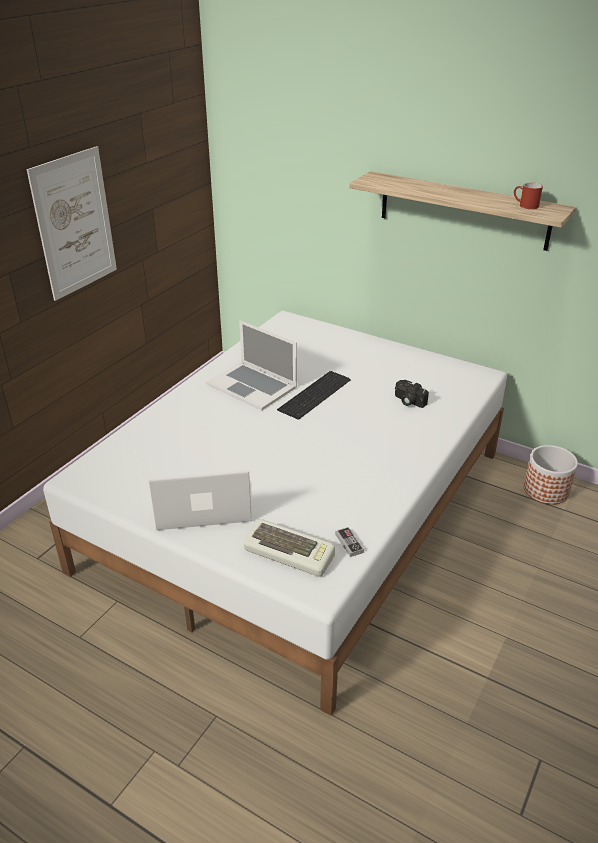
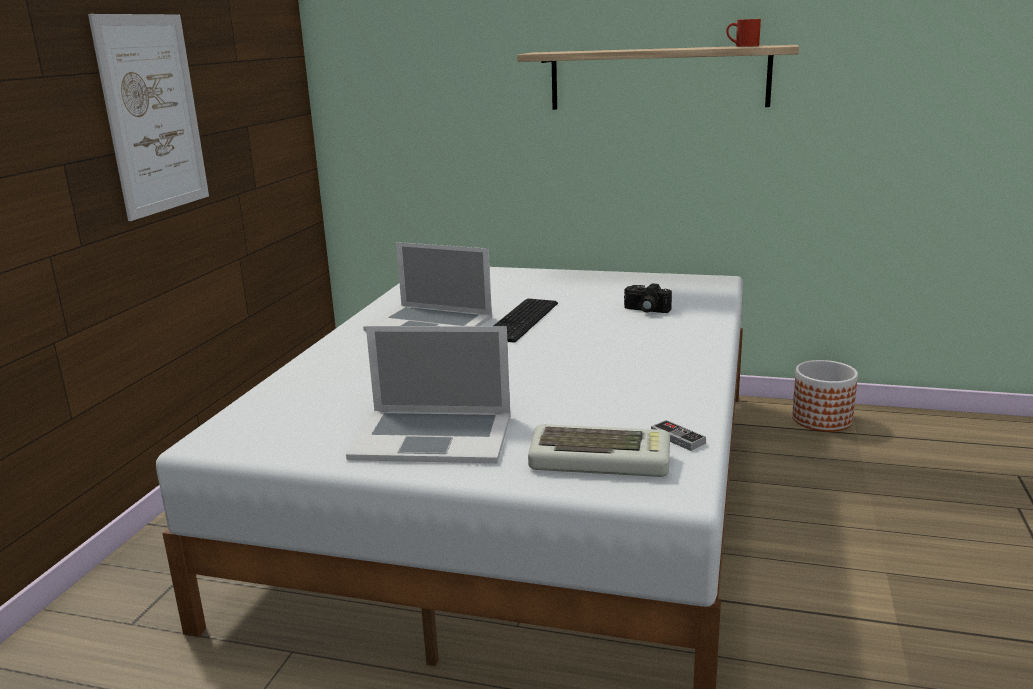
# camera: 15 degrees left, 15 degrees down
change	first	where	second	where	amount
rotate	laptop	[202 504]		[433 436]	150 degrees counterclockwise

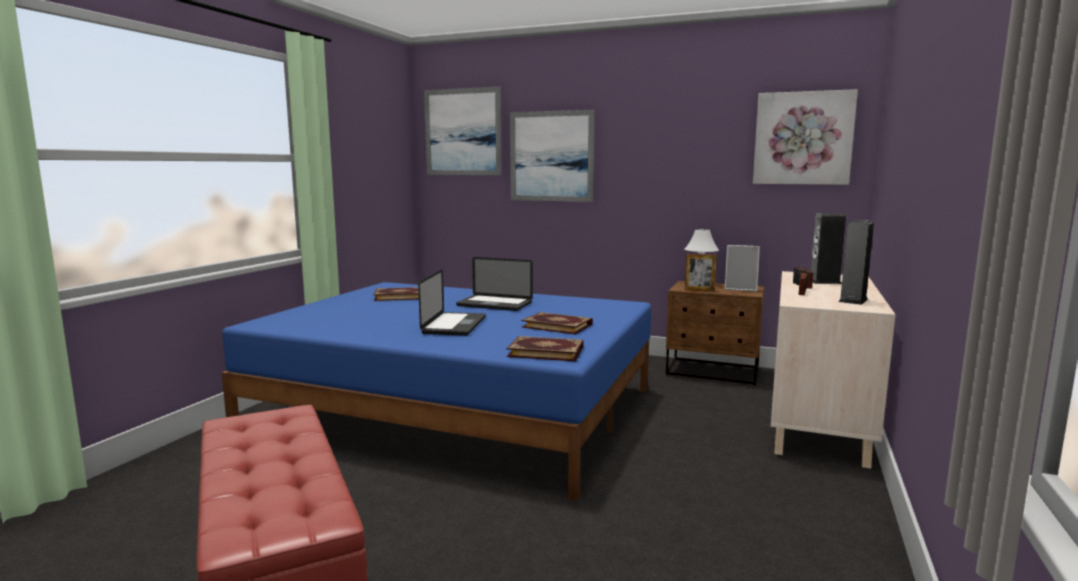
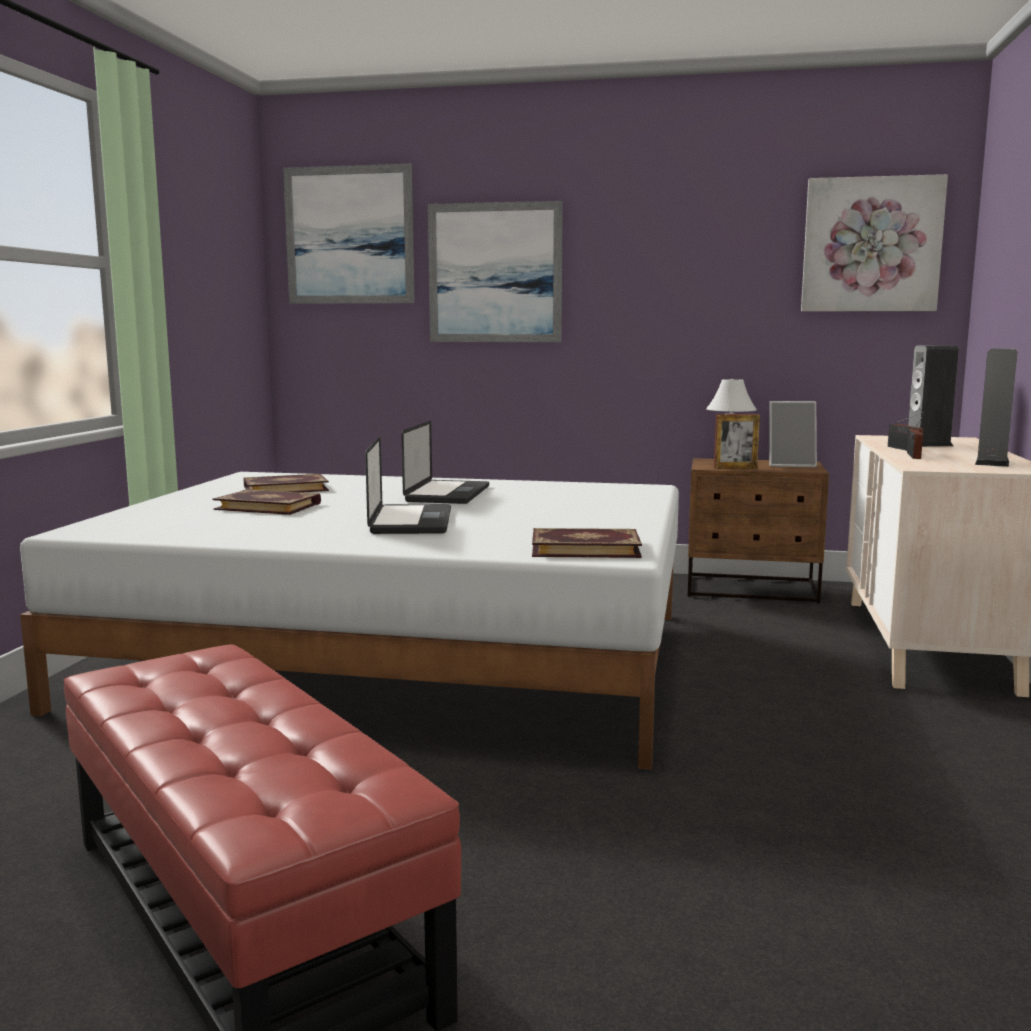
# camera: 10 degrees left, 0 degrees up
change	first	where	second	where	amount
rotate	laptop	[494 304]		[447 494]	90 degrees counterclockwise
recolor	blue bed	[456 408]	white bed	[398 658]	
move	book	[557 325]		[268 506]	

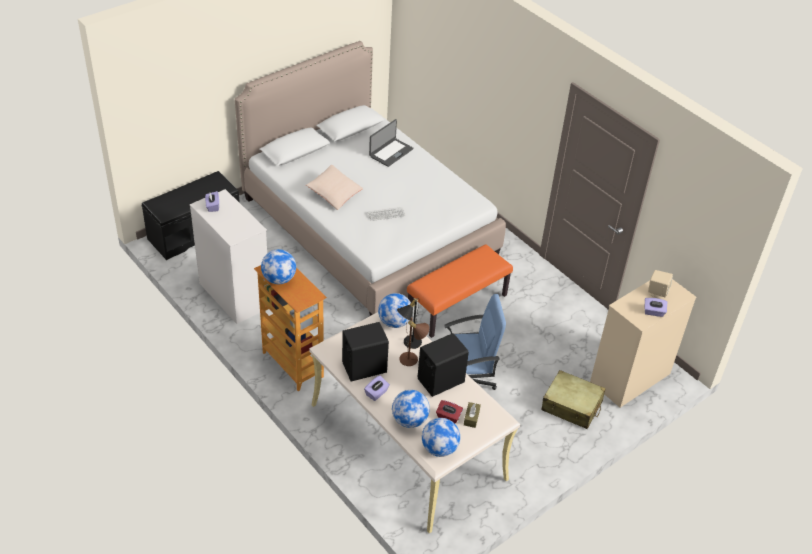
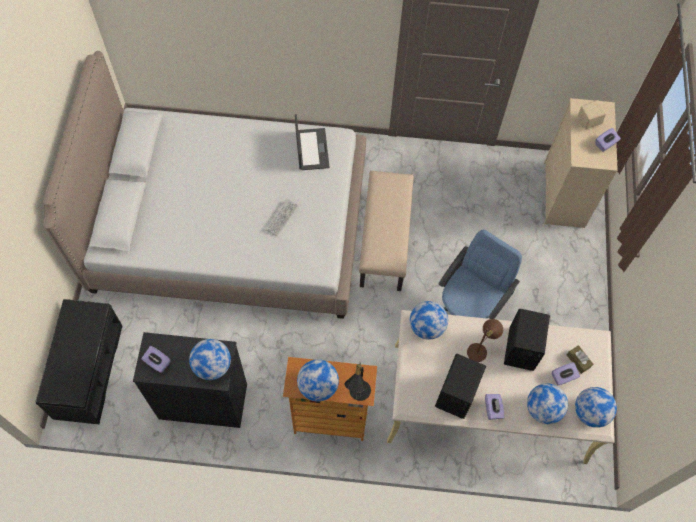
# camera: 45 degrees left, 20 degrees up
change	first	where	second	where	amount
move	laptop	[390 152]		[311 149]	
delete	beige pillow	[334 193]			
recolor	white dresser	[234 294]	black dresser	[202 401]	
recolor	orange bench	[457 305]	beige bench	[384 241]	
move	black table lamp	[408 342]		[357 394]	
delete	beige suitcase	[571 406]			
recolor	red tissue box	[448 417]	purple tissue box	[563 377]	
insert			globe	[212 366]	

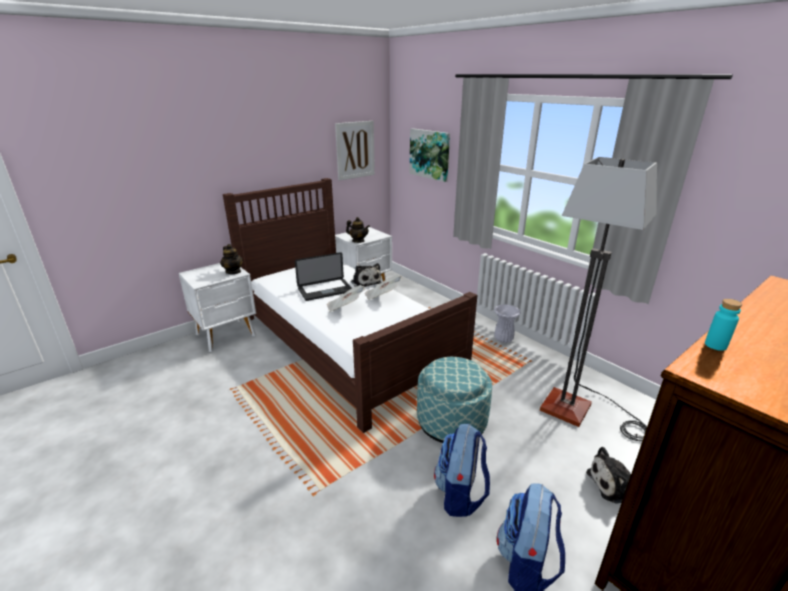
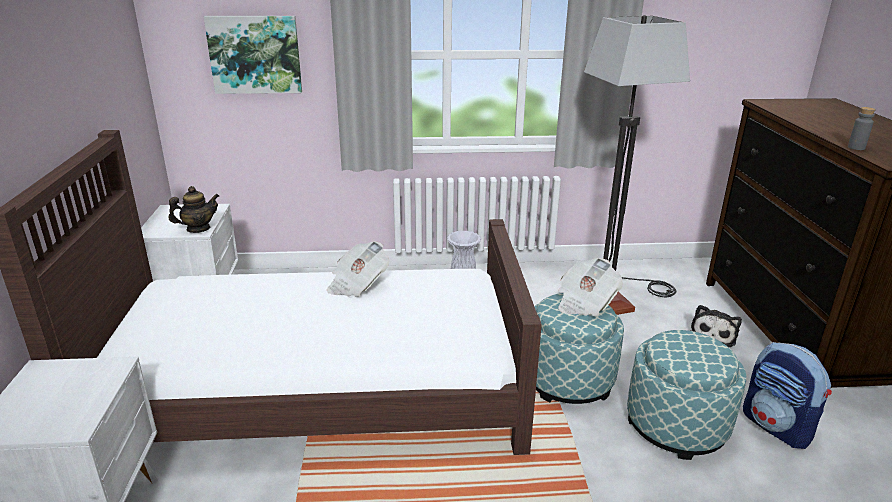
# camera: 55 degrees left, 0 degrees up
change	first	where	second	where	amount
delete	picture	[355 150]			
delete	teapot	[233 271]			
delete	laptop	[325 290]			
delete	plush toy	[365 282]			
move	newspaper	[345 307]		[585 302]	
recolor	turquoise bottle	[715 345]	grey bottle	[856 147]	
replace	backpack	[460 494]	ottoman	[676 425]	

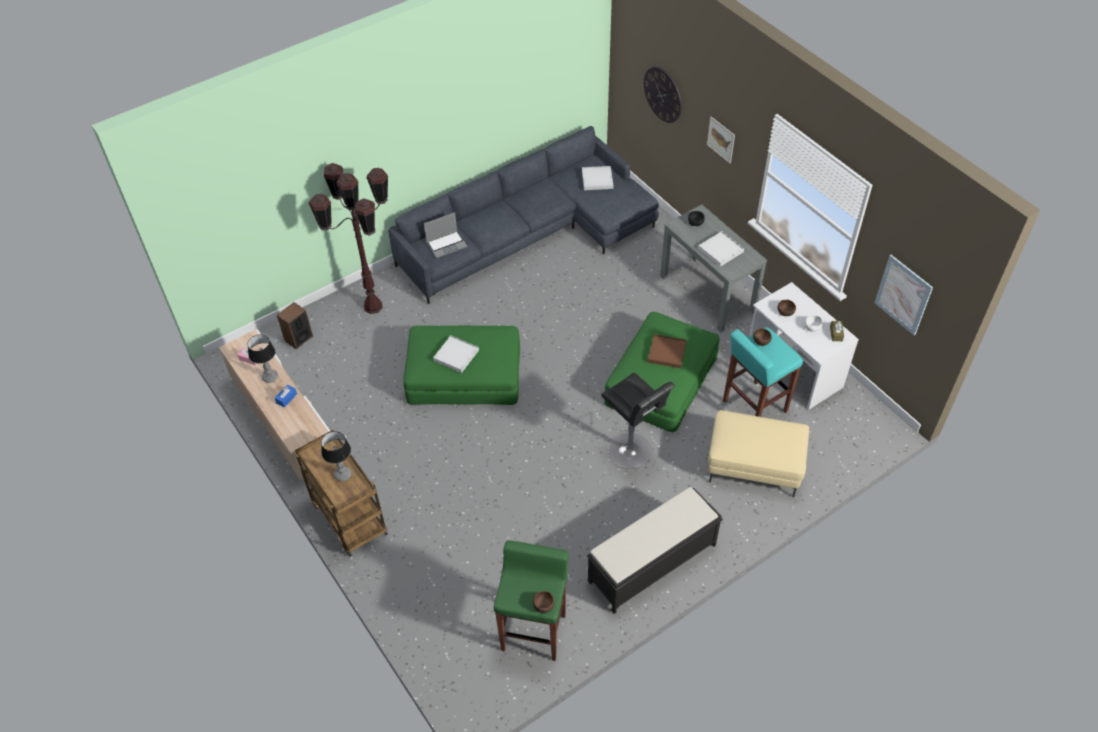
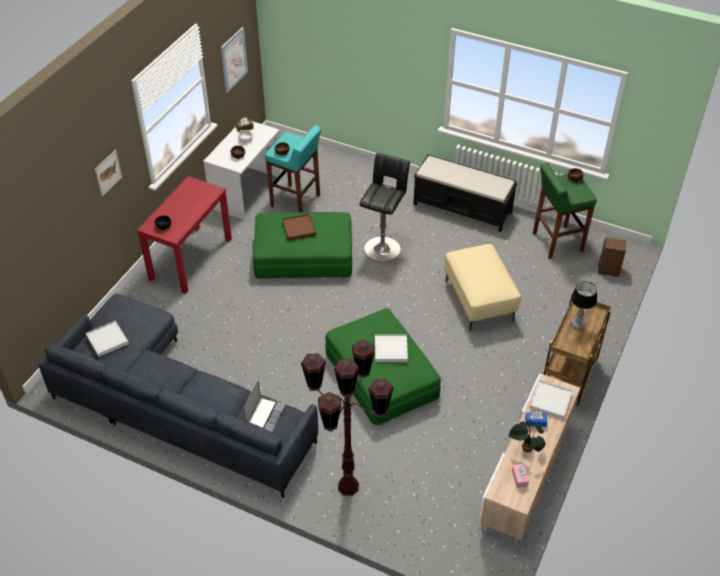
# camera: 120 degrees left, 5 degrees down
change	first	where	second	where	amount
delete	wall clock	[663 94]			
recolor	grey console table	[708 293]	red console table	[191 258]	
rotate	laptop	[447 244]		[265 415]	75 degrees clockwise
move	white tray	[720 250]		[550 401]	
move	speaker	[298 338]		[608 270]	
replace	table lamp	[270 377]	potted plant	[525 448]	
move	beige ottoman	[753 467]		[479 301]	

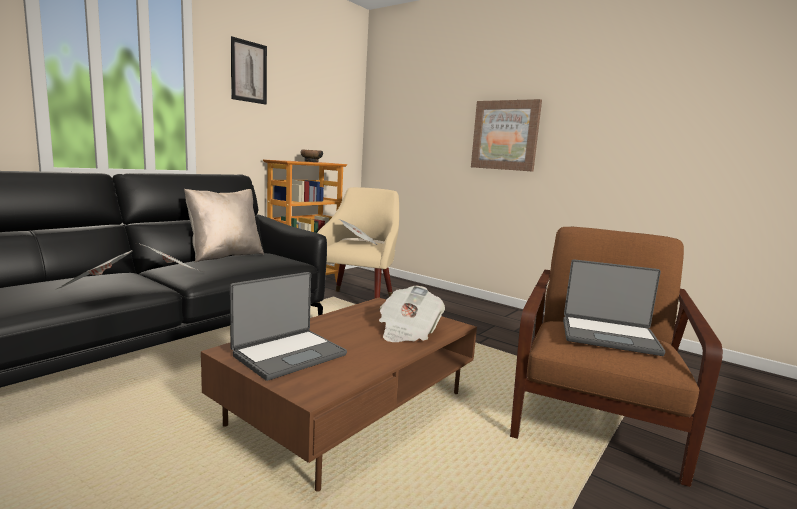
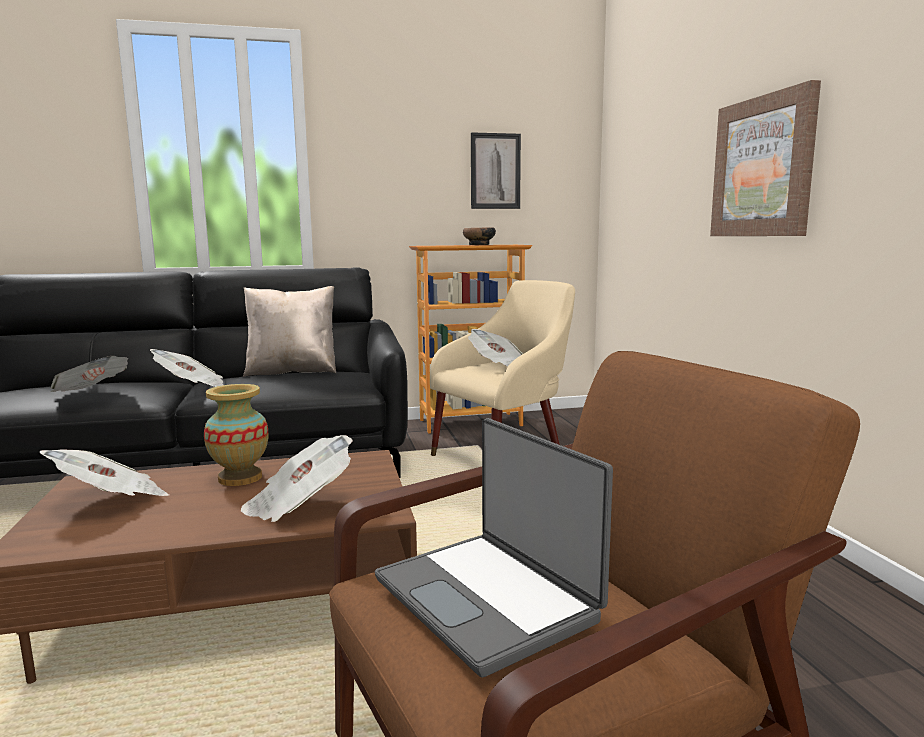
# camera: 40 degrees right, 0 degrees up
change	first	where	second	where	amount
move	picture	[249 72]		[495 171]	
replace	laptop	[288 354]	newspaper	[112 500]	
insert			vase	[240 478]	

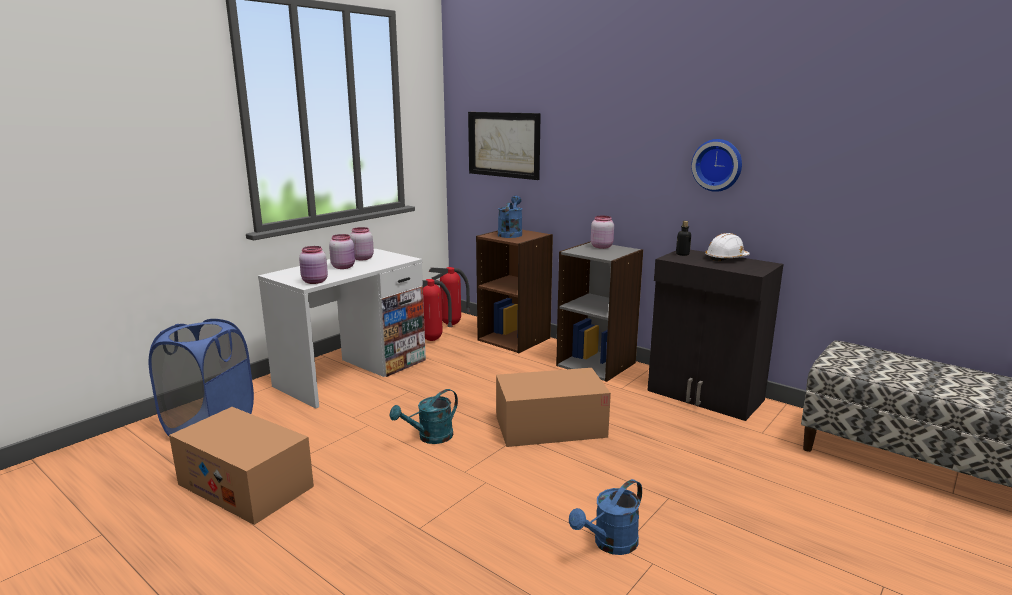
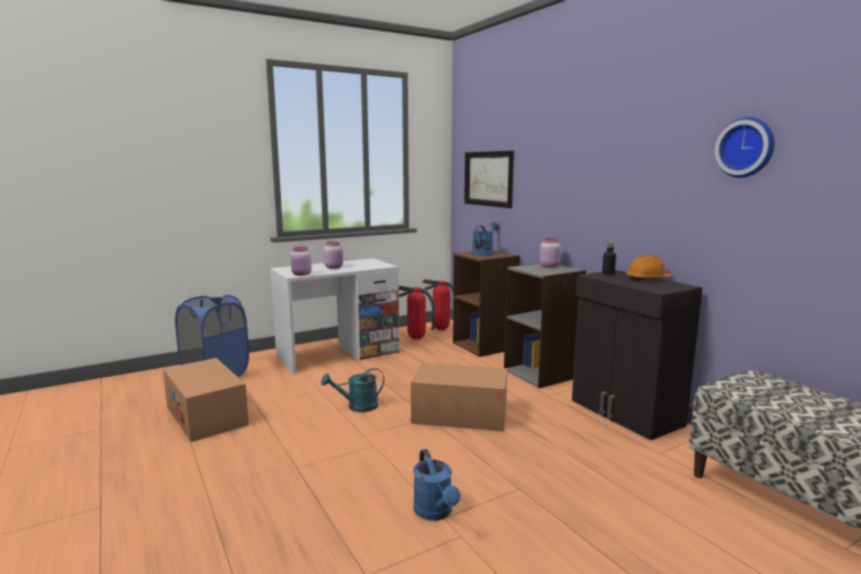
# camera: 20 degrees right, 5 degrees down
change	first	where	second	where	amount
move	wall clock	[718 165]		[746 147]	
delete	pink jar	[361 258]			
recolor	white hard hat	[726 258]	orange hard hat	[647 279]	
rotate	blue watering can	[610 544]		[435 513]	90 degrees counterclockwise

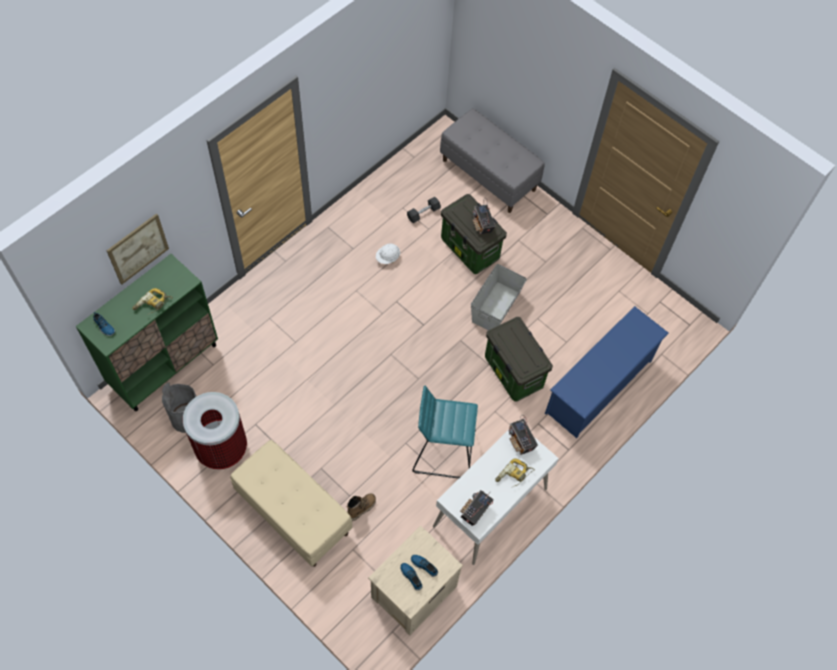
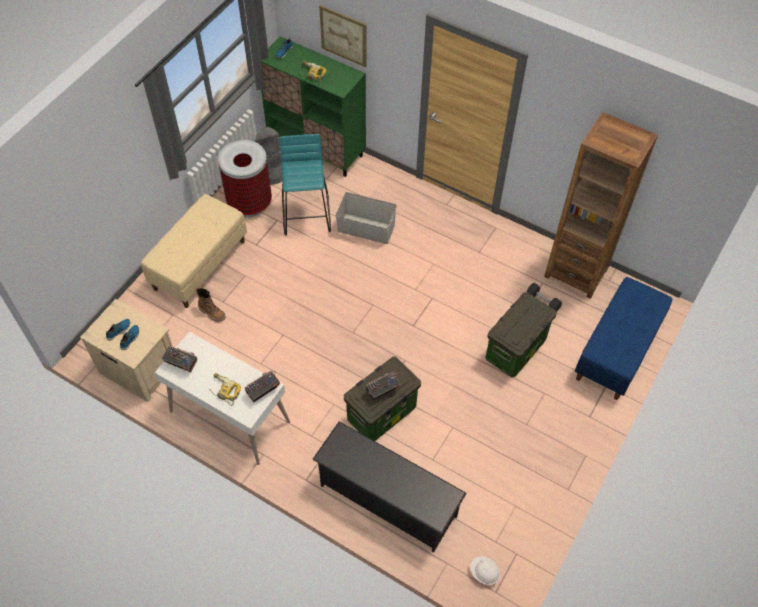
# camera: 80 degrees right, 5 degrees down
change	first	where	second	where	amount
recolor	grey bench	[489 175]	blue bench	[617 352]	
move	radio	[482 225]		[381 391]	
move	white hard hat	[388 258]		[484 573]	
move	grey storage box	[496 307]		[366 229]	
recolor	blue shoe rack	[599 386]	black shoe rack	[387 500]	
move	turquoise stool	[443 450]		[307 214]	
insert			brown bookcase	[576 272]	

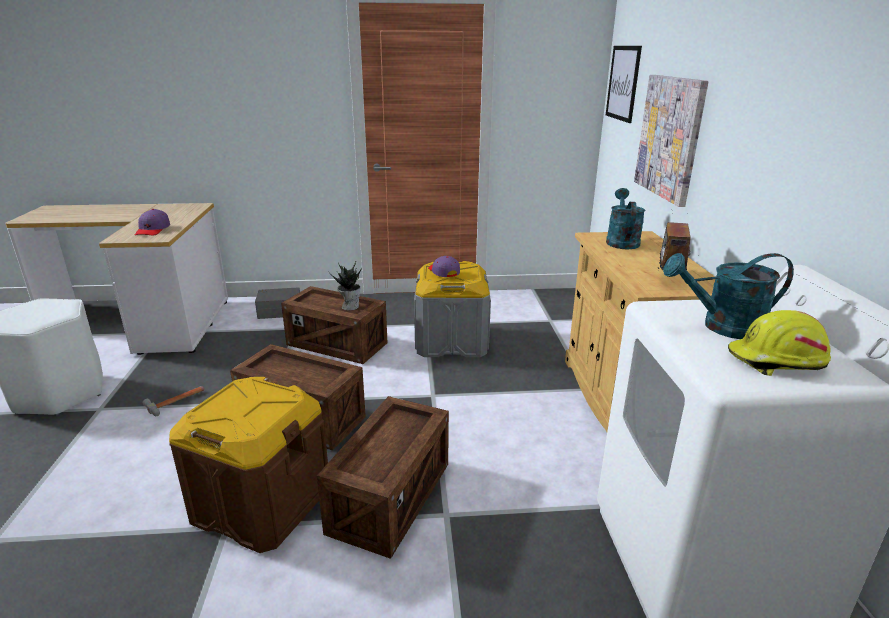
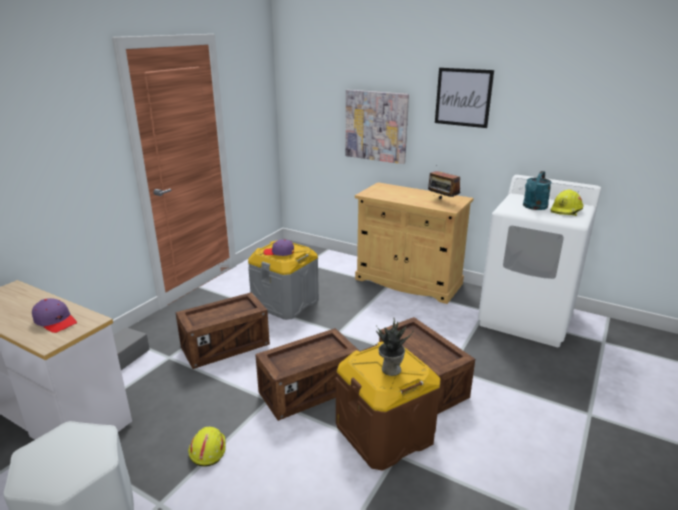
# camera: 55 degrees left, 0 degrees up
change	first	where	second	where	amount
move	picture	[623 83]		[463 97]	
delete	turquoise watering can	[621 241]			
move	potted plant	[350 306]		[390 369]	
replace	hammer	[177 401]	yellow hard hat	[207 450]	

